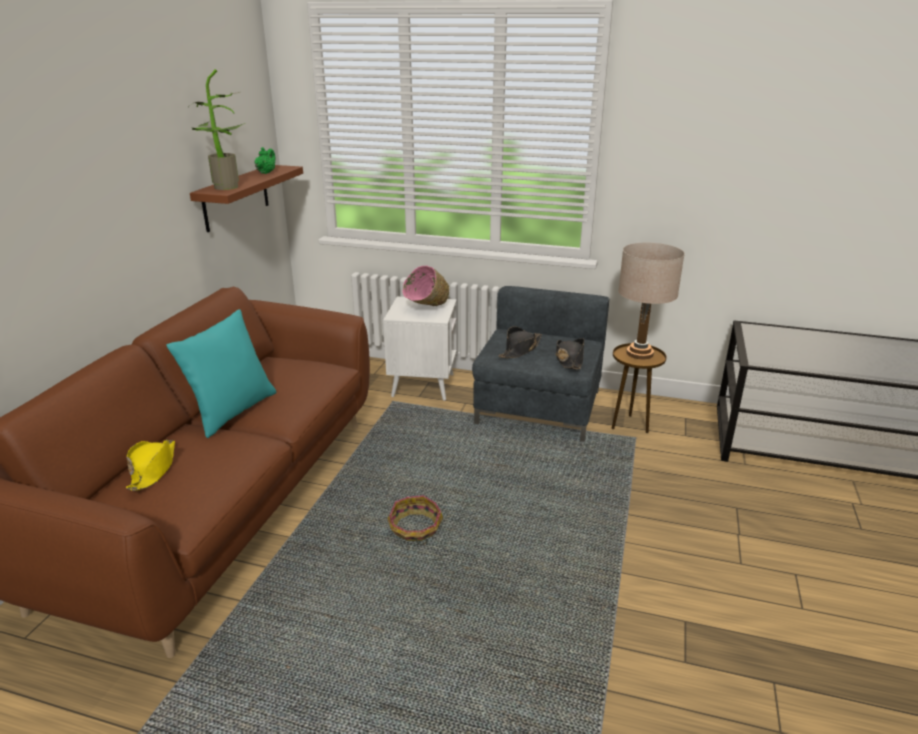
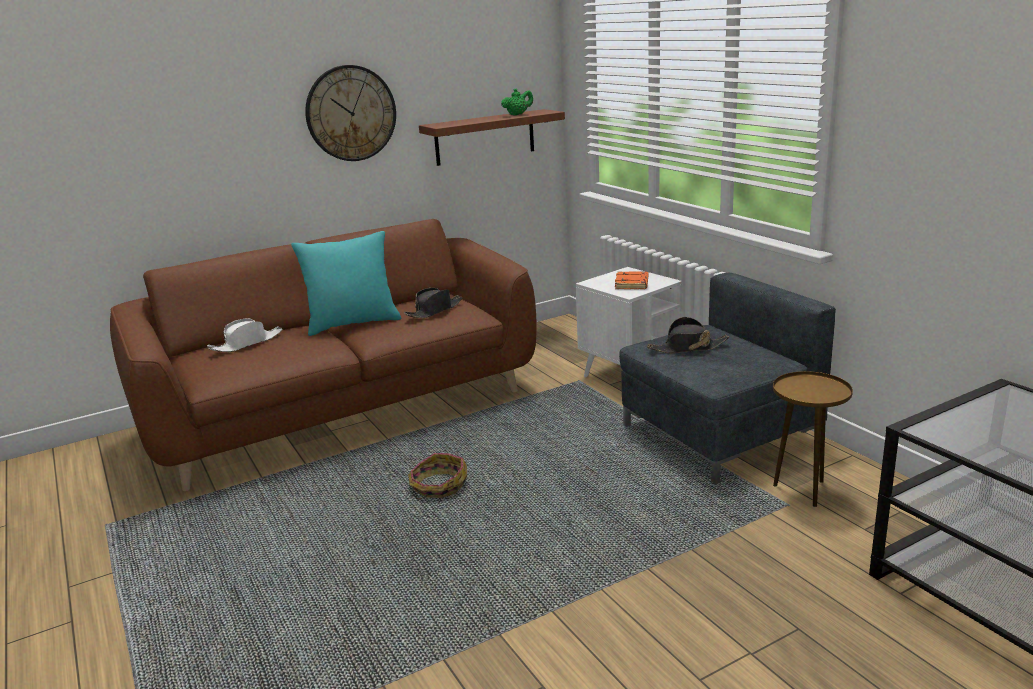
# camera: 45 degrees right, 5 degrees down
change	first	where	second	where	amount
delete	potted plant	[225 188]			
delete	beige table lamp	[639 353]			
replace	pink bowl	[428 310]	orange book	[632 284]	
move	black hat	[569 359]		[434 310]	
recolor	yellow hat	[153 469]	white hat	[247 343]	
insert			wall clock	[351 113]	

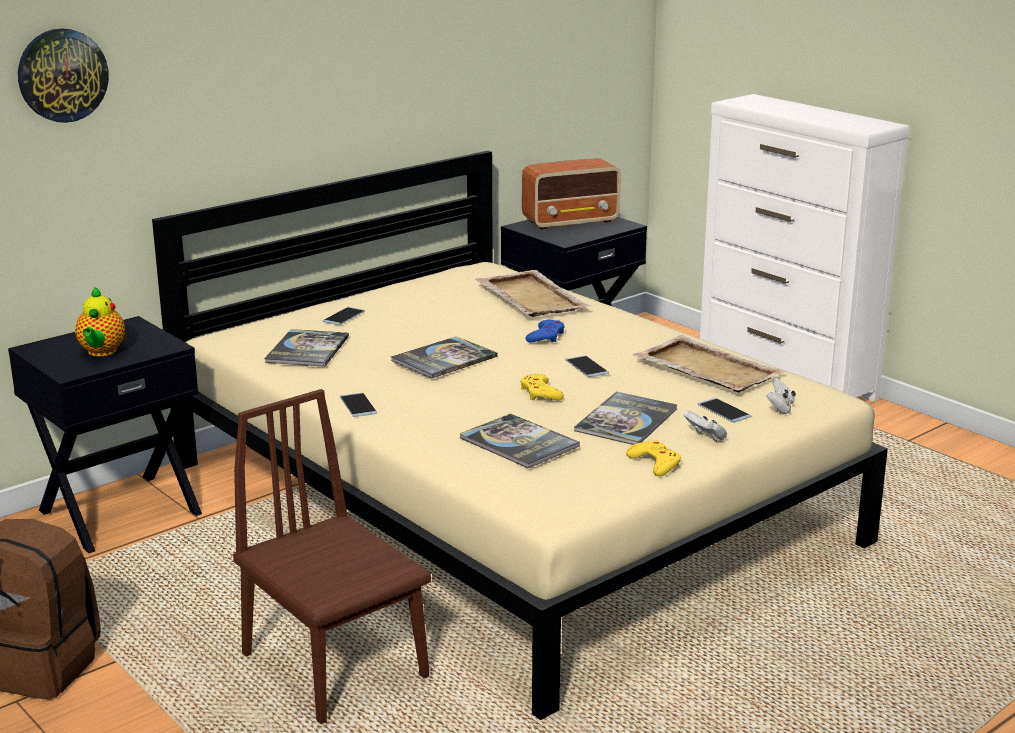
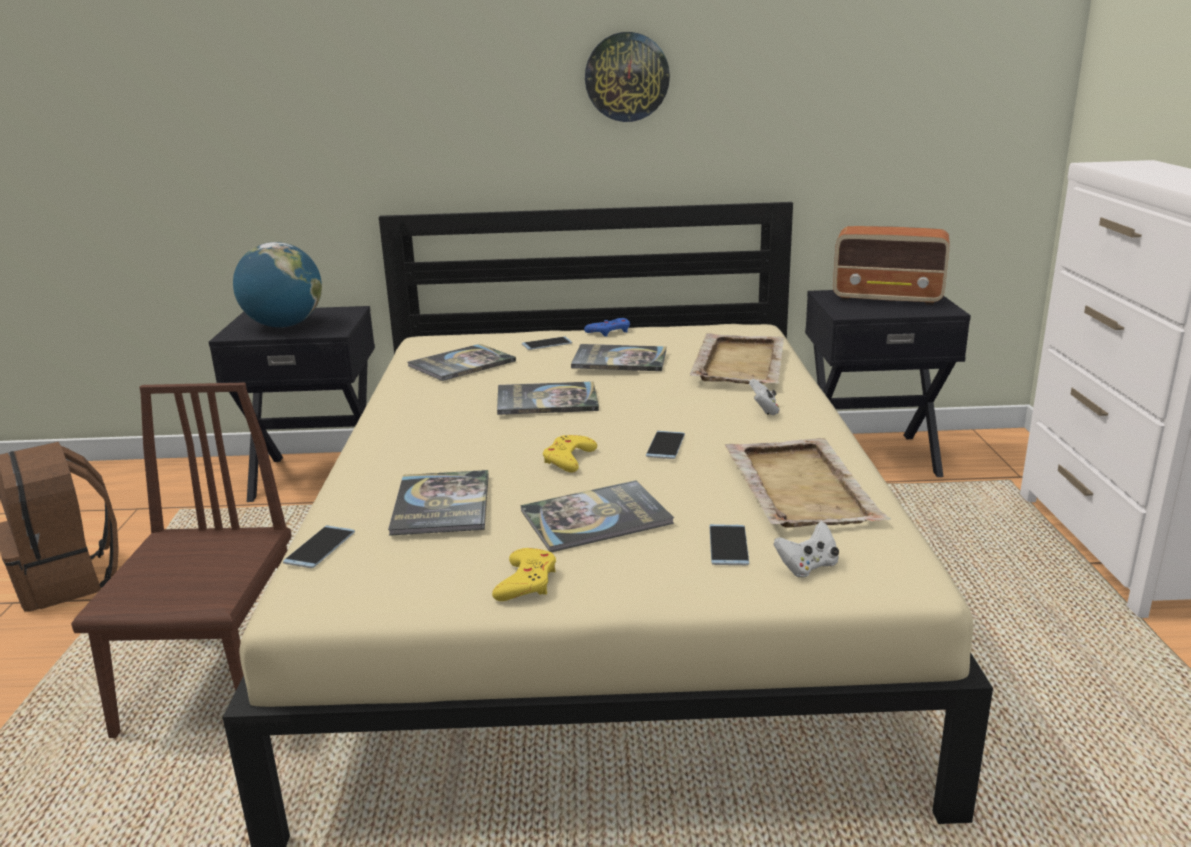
# camera: 40 degrees right, 0 degrees up
change	first	where	second	where	amount
move	wall clock	[62 75]		[626 77]	
replace	teapot	[101 352]	globe	[284 326]	
move	blue game controller	[546 336]		[609 331]	
move	phone	[358 405]		[320 547]	
move	white game controller	[706 437]		[764 410]	
insert			book	[619 360]	

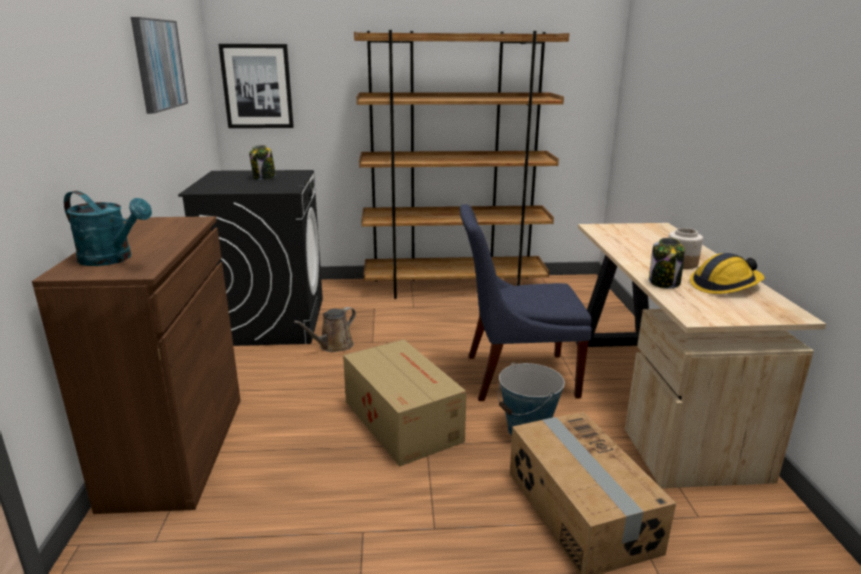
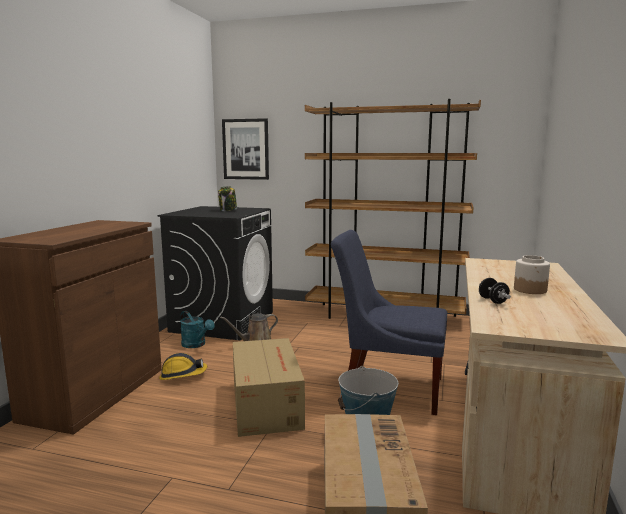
# camera: 20 degrees right, 10 degrees down
change	first	where	second	where	amount
delete	picture	[158 64]			
move	turquoise watering can	[113 259]		[196 345]	
replace	jar	[664 283]	black dumbbell	[493 301]	
move	hard hat	[724 286]		[183 375]	

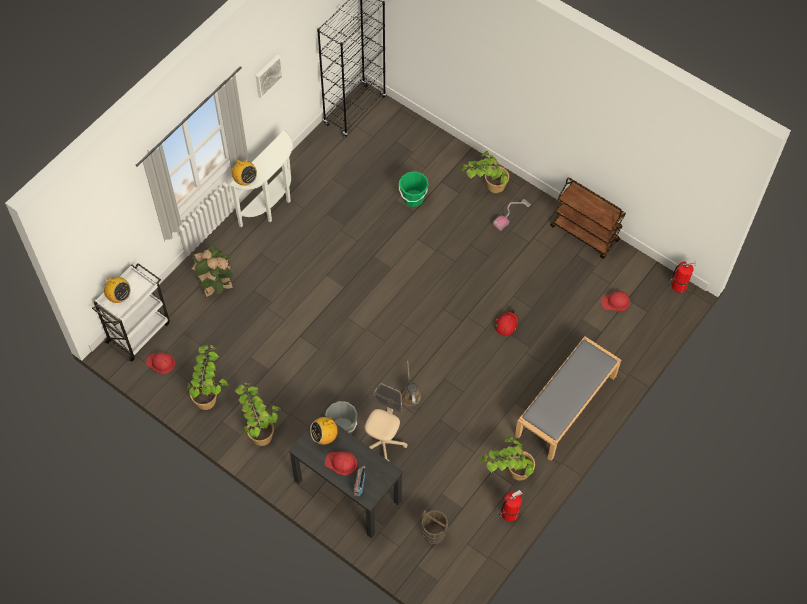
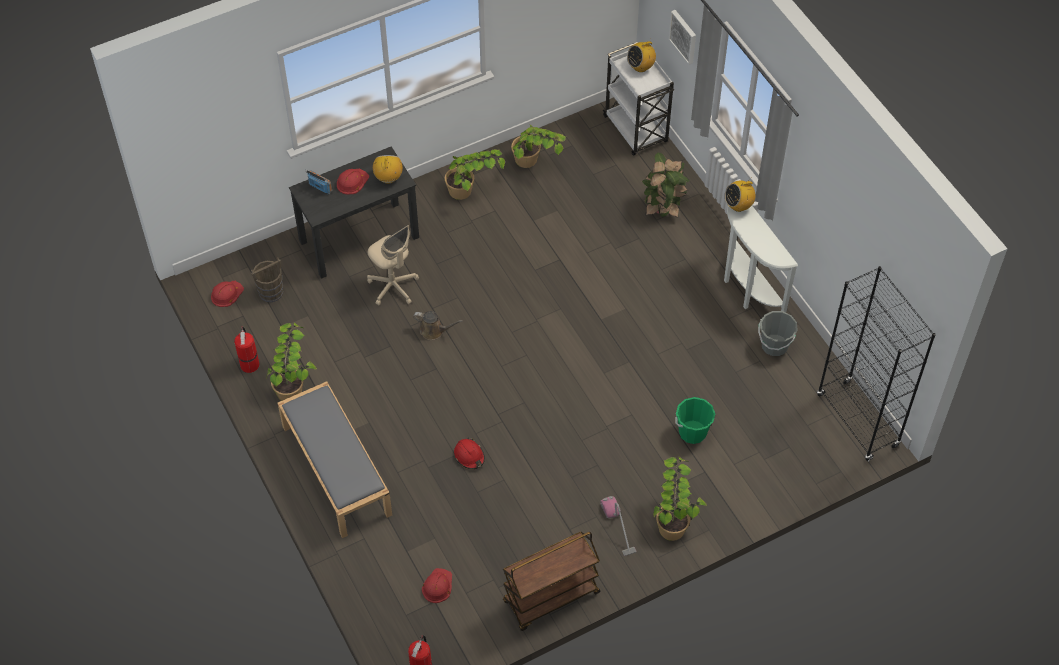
# camera: 115 degrees right, 5 degrees down
change	first	where	second	where	amount
move	picture	[267 75]		[684 36]	
move	red hard hat	[161 363]		[226 294]	
move	grey bucket	[342 428]		[774 345]	

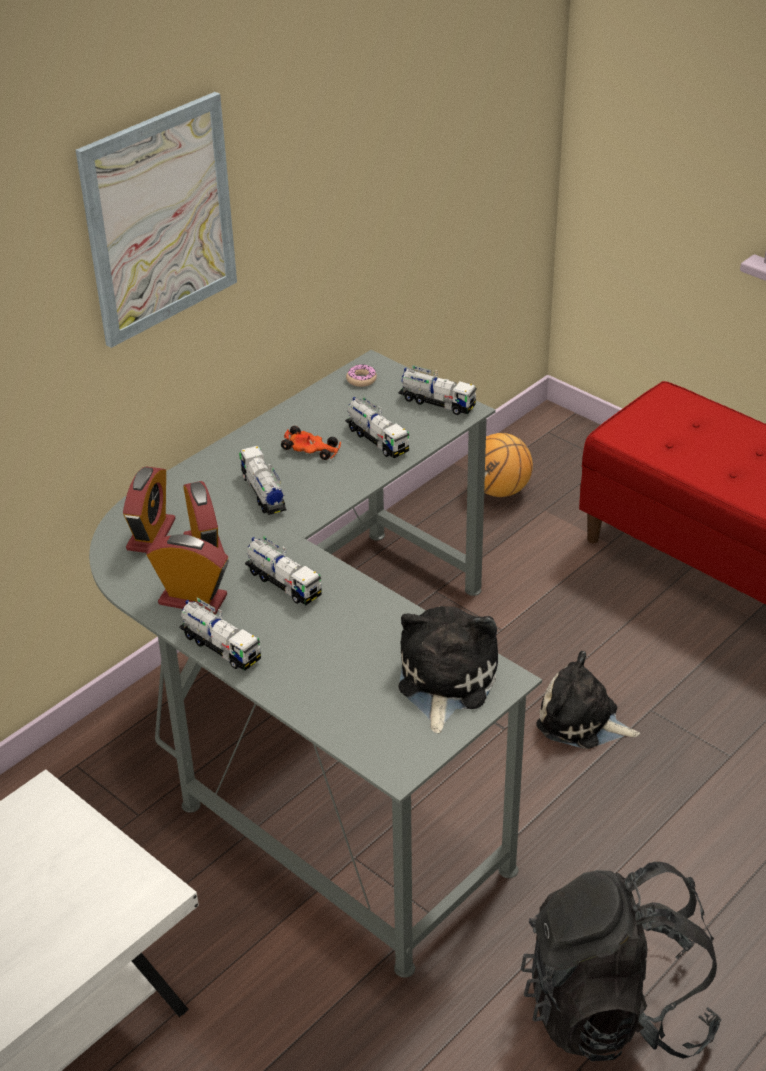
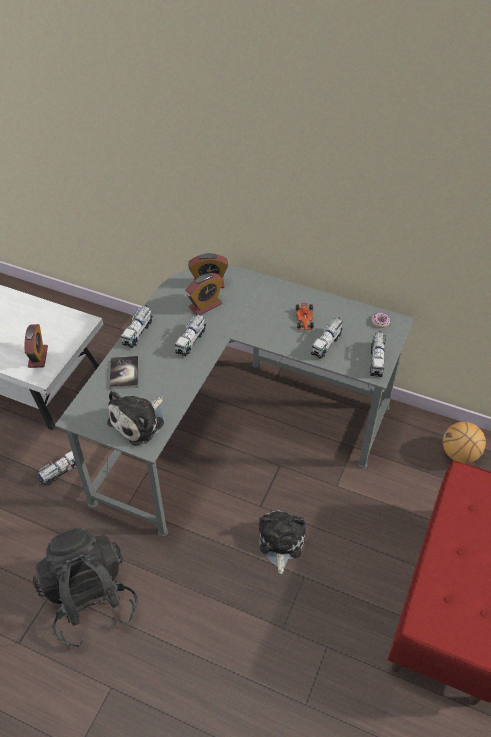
# camera: 70 degrees right, 10 degrees up
change	first	where	second	where	amount
delete	picture	[159 219]			
move	toy truck	[263 493]		[60 472]	
move	alarm clock	[193 600]		[38 357]	
rotate	plush toy	[444 681]		[139 421]	135 degrees clockwise
insert			book	[124 373]	

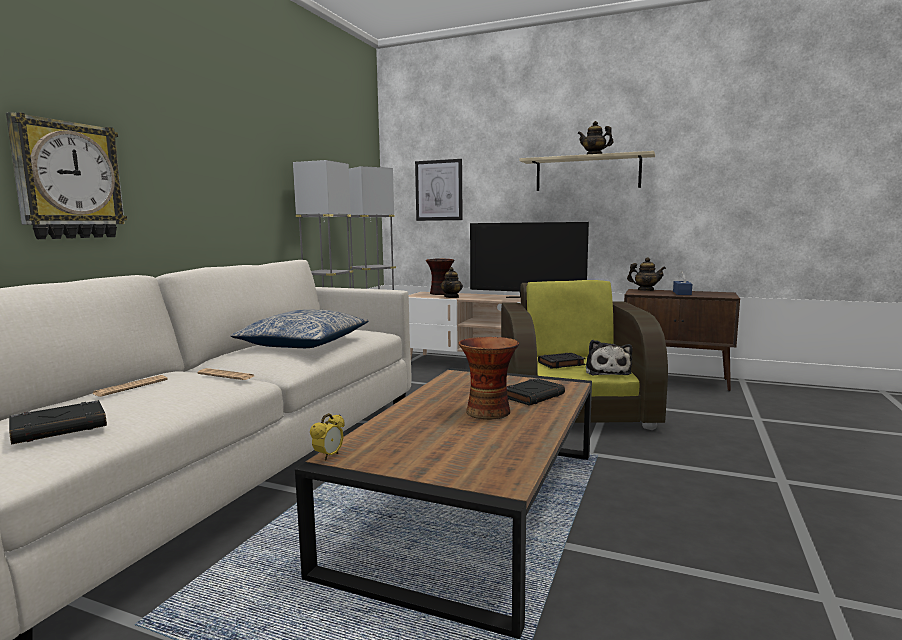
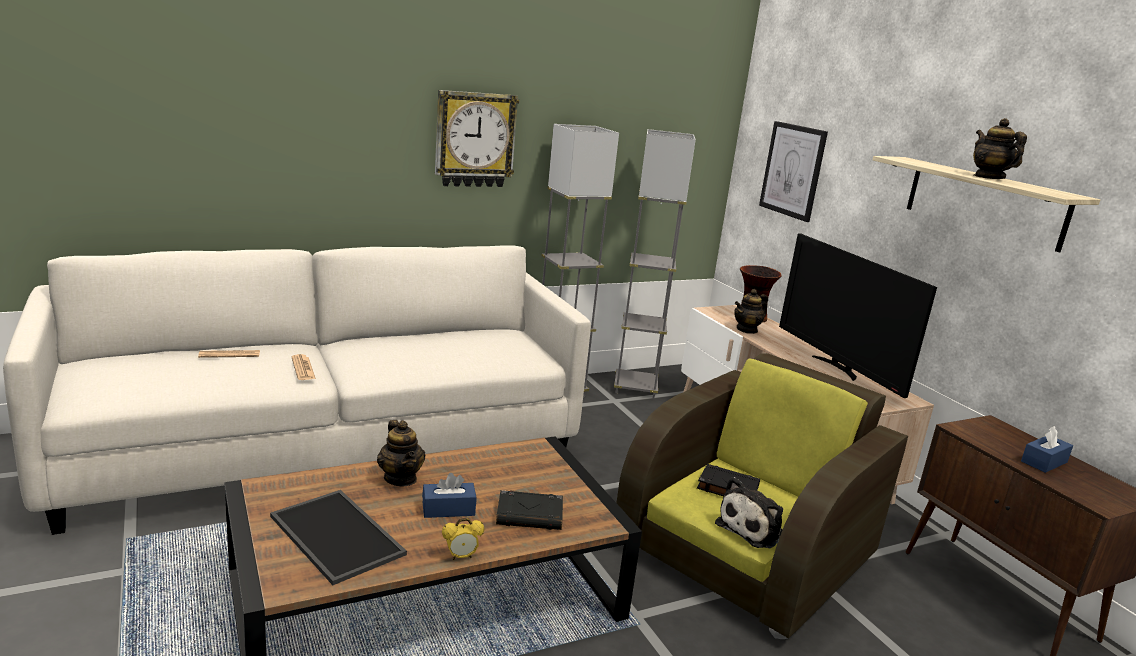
# camera: 40 degrees right, 10 degrees up
change	first	where	second	where	amount
move	wall clock	[68 181]		[474 139]	
move	teapot	[645 290]		[401 478]	
delete	pillow	[303 343]			
replace	vase	[488 411]	blue tissue box	[448 509]	
delete	black book	[60 428]			
move	alarm clock	[329 456]		[461 557]	
insert			tray	[334 535]	

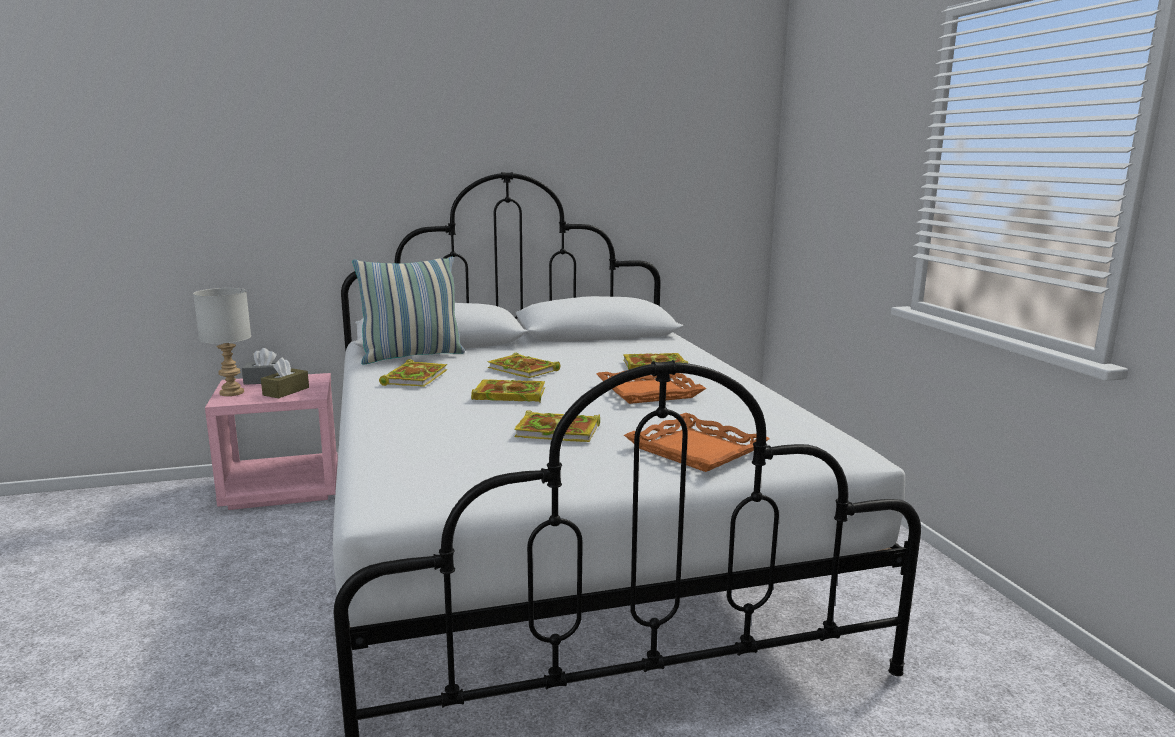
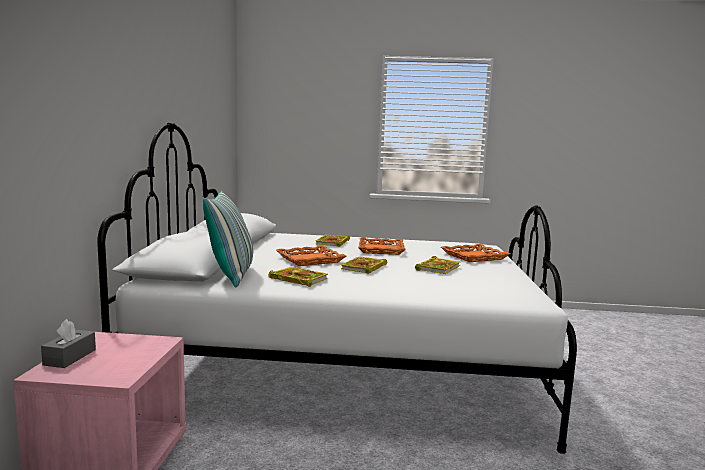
# camera: 70 degrees left, 5 degrees down
change	first	where	second	where	amount
delete	grey table lamp	[231 392]			
replace	book	[524 370]	orange tray	[310 260]	
delete	brown tissue box	[286 391]			

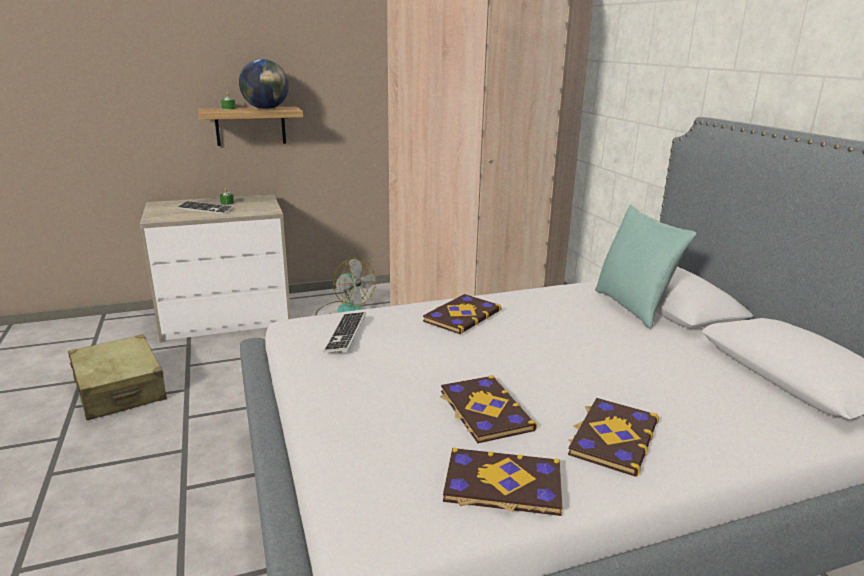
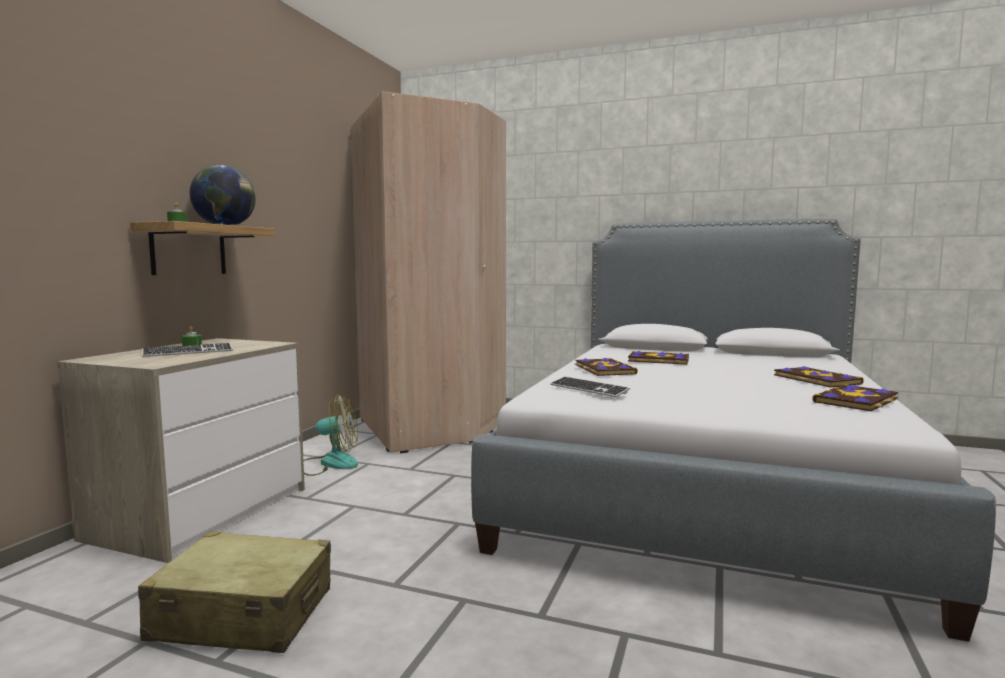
# camera: 50 degrees left, 15 degrees down
change	first	where	second	where	amount
delete	turquoise pillow	[633 307]			
move	book	[484 411]		[658 360]	

